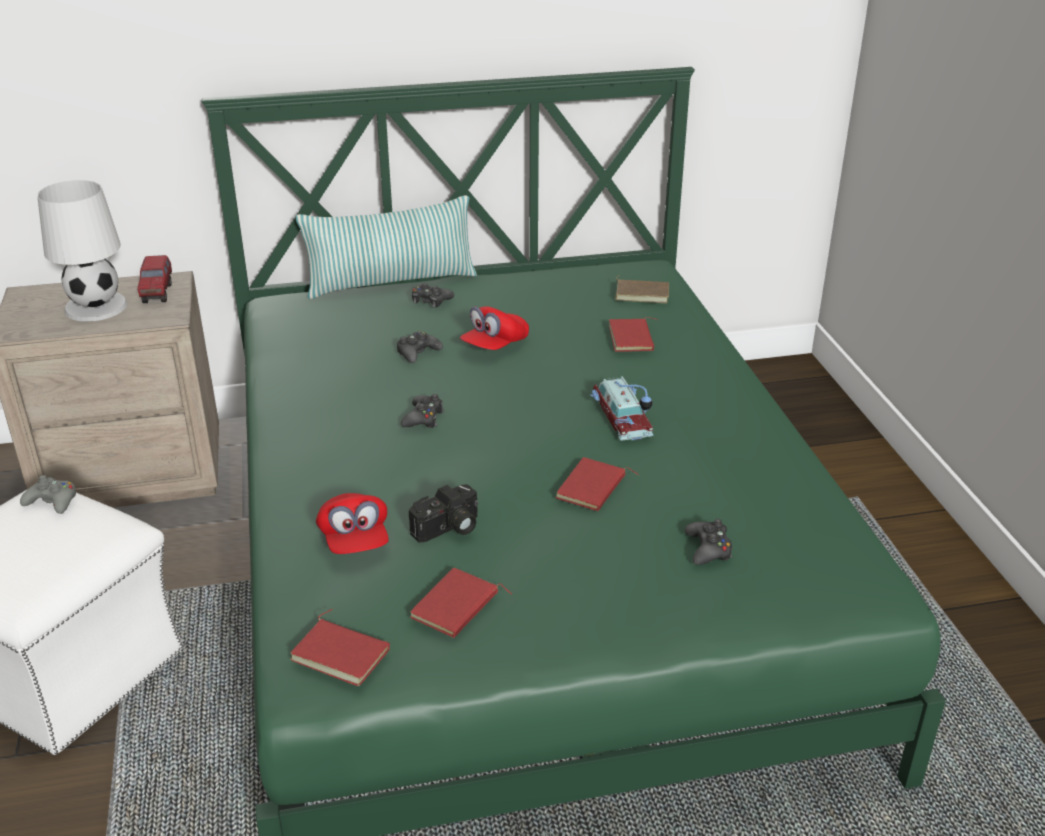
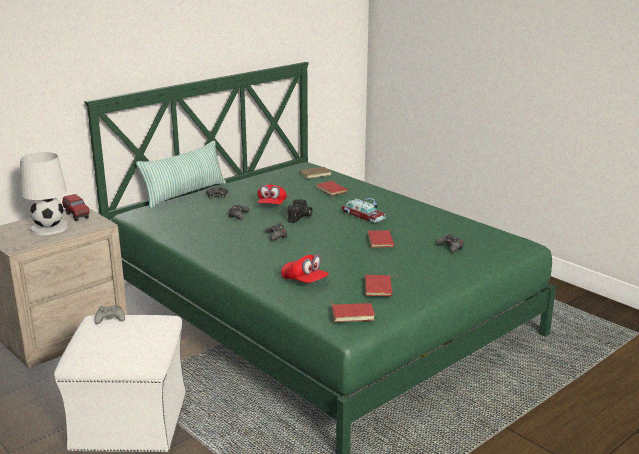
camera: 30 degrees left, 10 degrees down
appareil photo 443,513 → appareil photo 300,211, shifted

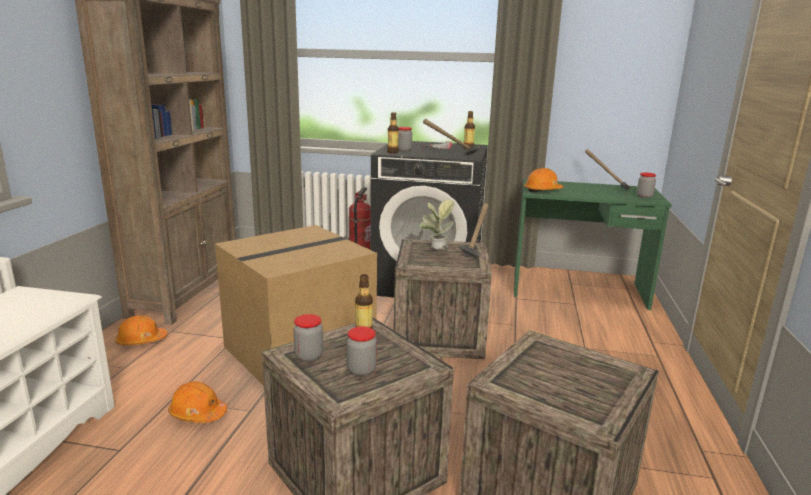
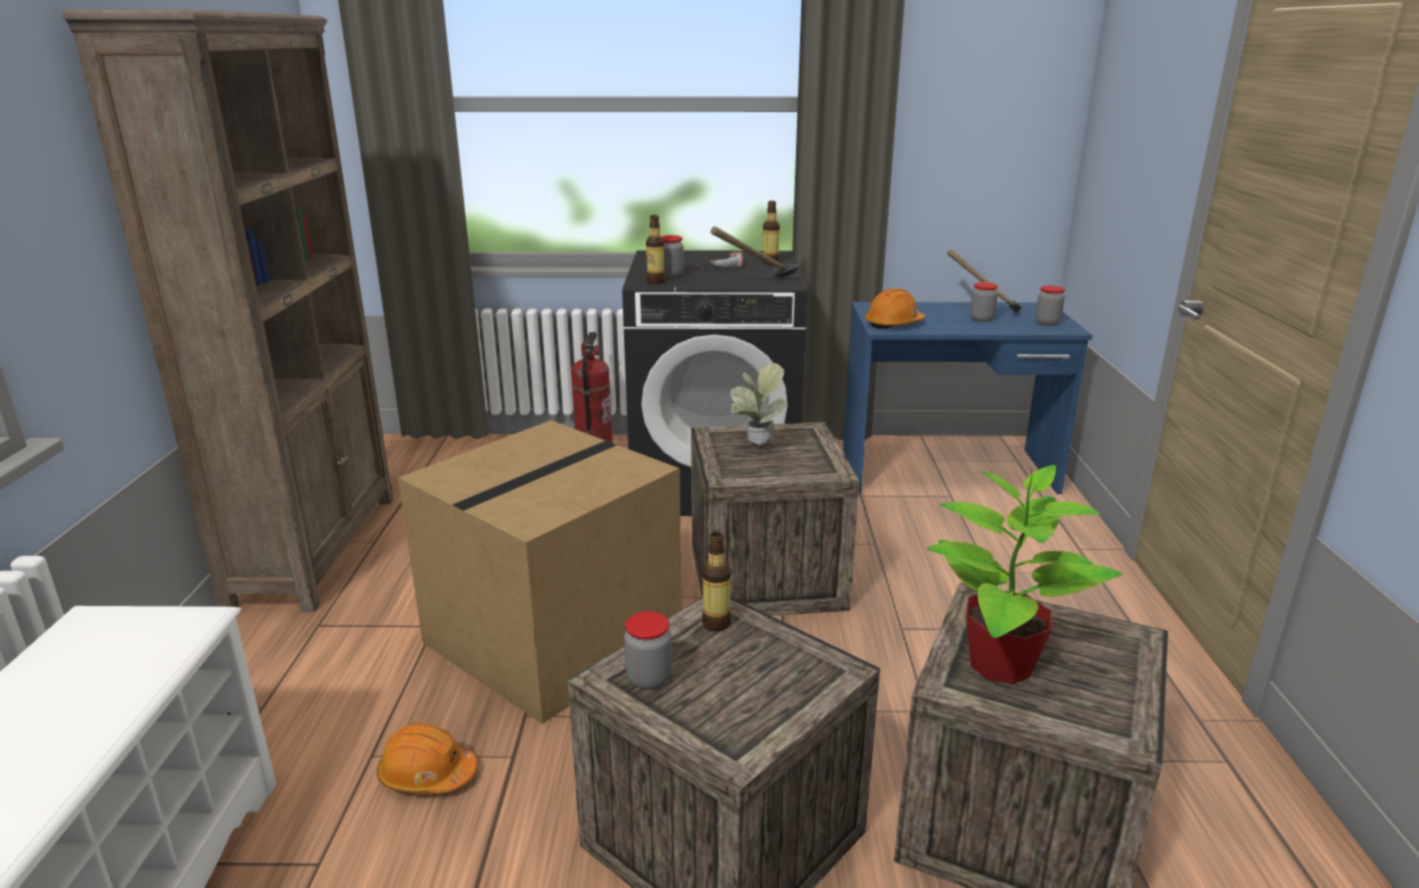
camera: 10 degrees left, 5 degrees up
bureau/vert 593,244 → bureau/bleu 968,398
- → plante en pot 1024,574
bocal 362,351 → bocal 984,302, shifted
casque de chantier/orange 141,330 → -
marteau 473,231 → -

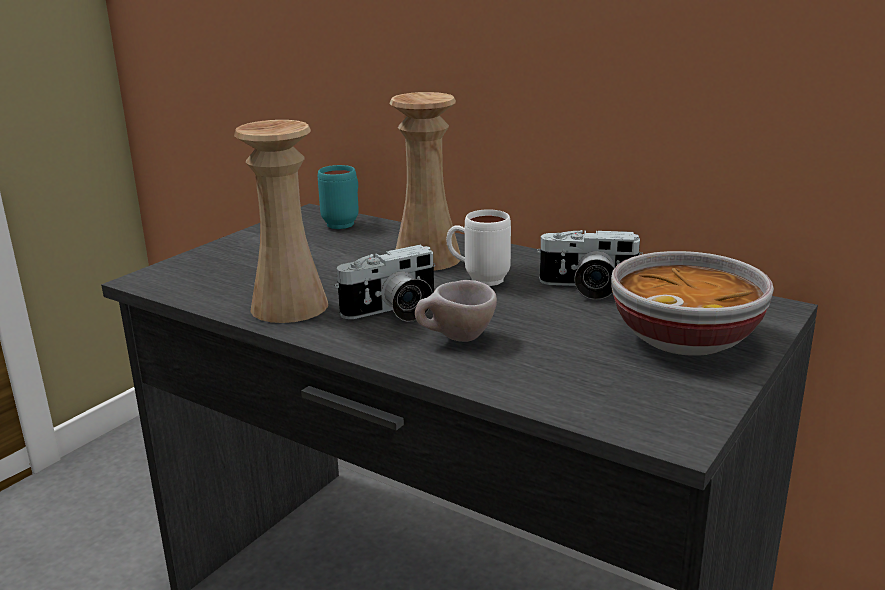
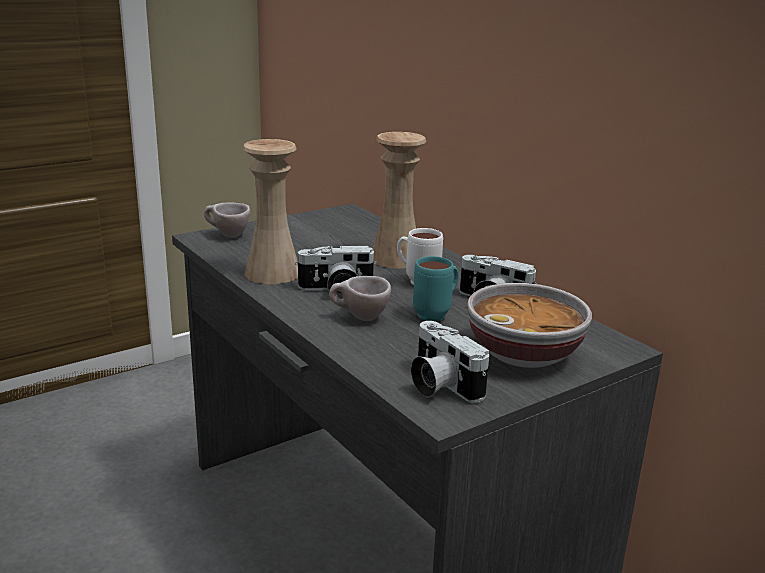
camera: 20 degrees right, 0 degrees up
- → tasse/beige 227,220
- → appareil photo 450,362
mug/turquoise 338,197 → mug/turquoise 436,288, shifted

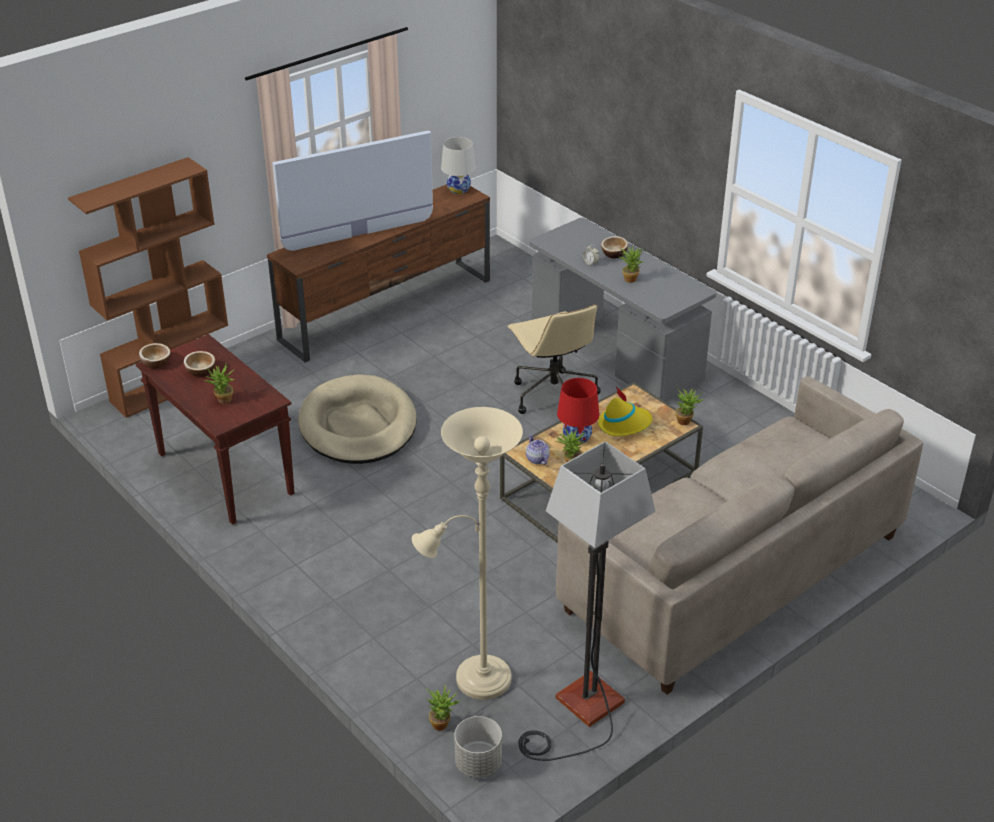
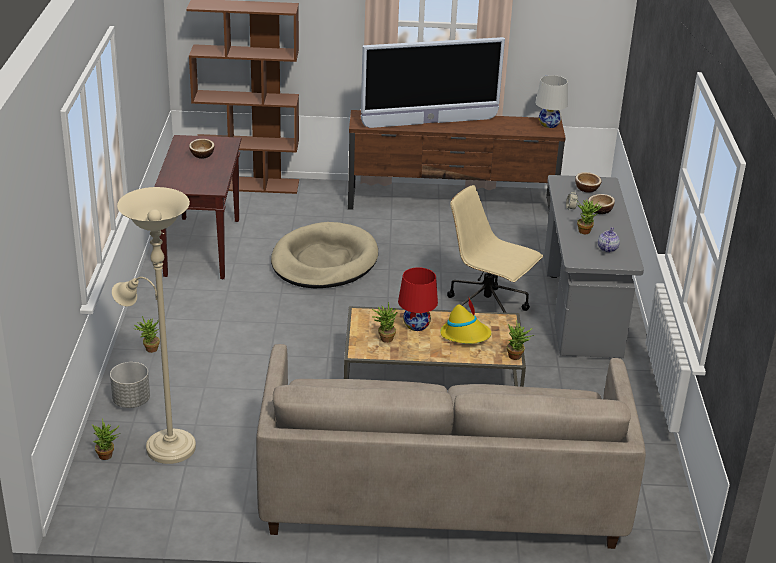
camera: 40 degrees right, 5 degrees down
cache-pot/gris 478,747 → cache-pot/gris 130,385, shifted
plante en pot 220,383 → plante en pot 147,334, shifted
téléviseur 352,191 → téléviseur 433,82, 150 degrees clockwise
chaise de bureau/beige 554,359 → chaise de bureau/beige 495,249, 105 degrees clockwise
bol 155,355 → bol 588,182, shifted
théière 538,449 → théière 609,239, shifted
lampadaire 587,601 → -

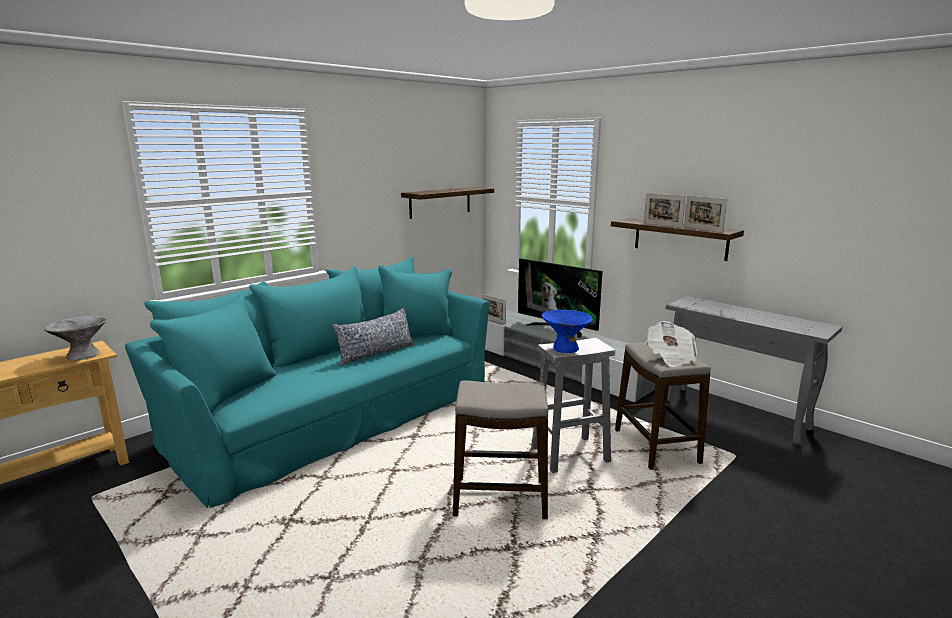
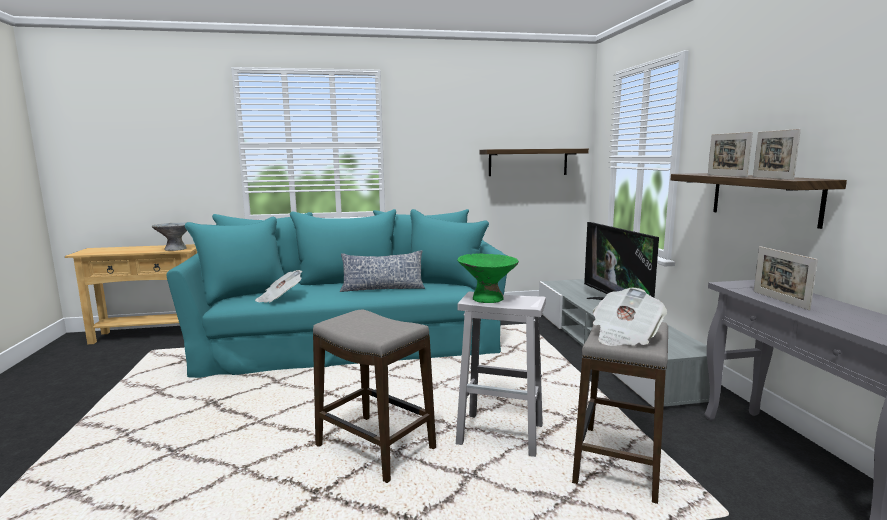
camera: 35 degrees right, 5 degrees down
- → journal 278,286
bol/bleu 567,331 → bol/vert 488,278
cadre photo 493,309 → cadre photo 786,278, shifted

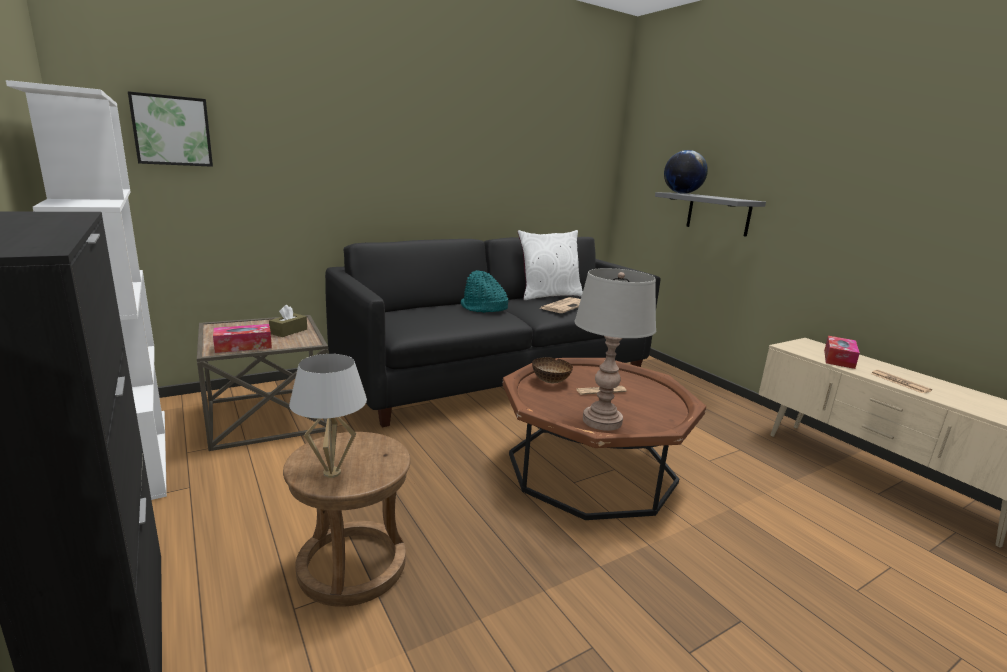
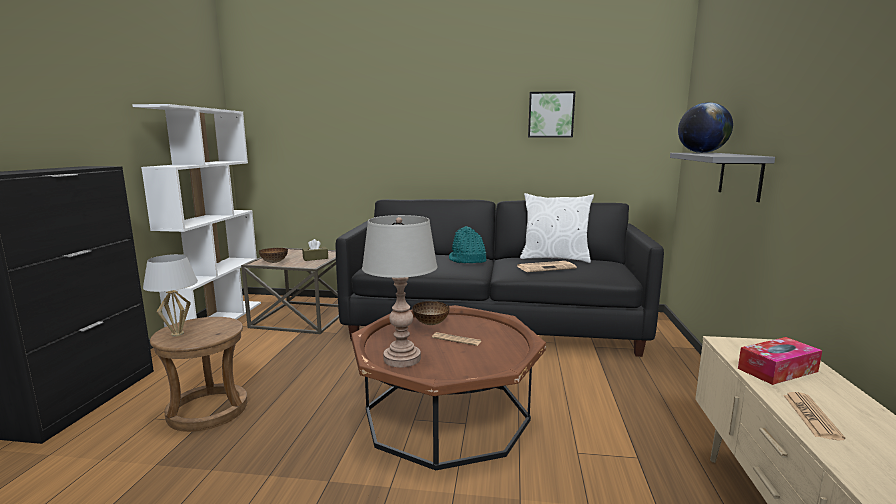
camera: 40 degrees right, 5 degrees down
boîte à mouchoirs 242,338 → bol 273,255
tableau 170,129 → tableau 551,114, shifted

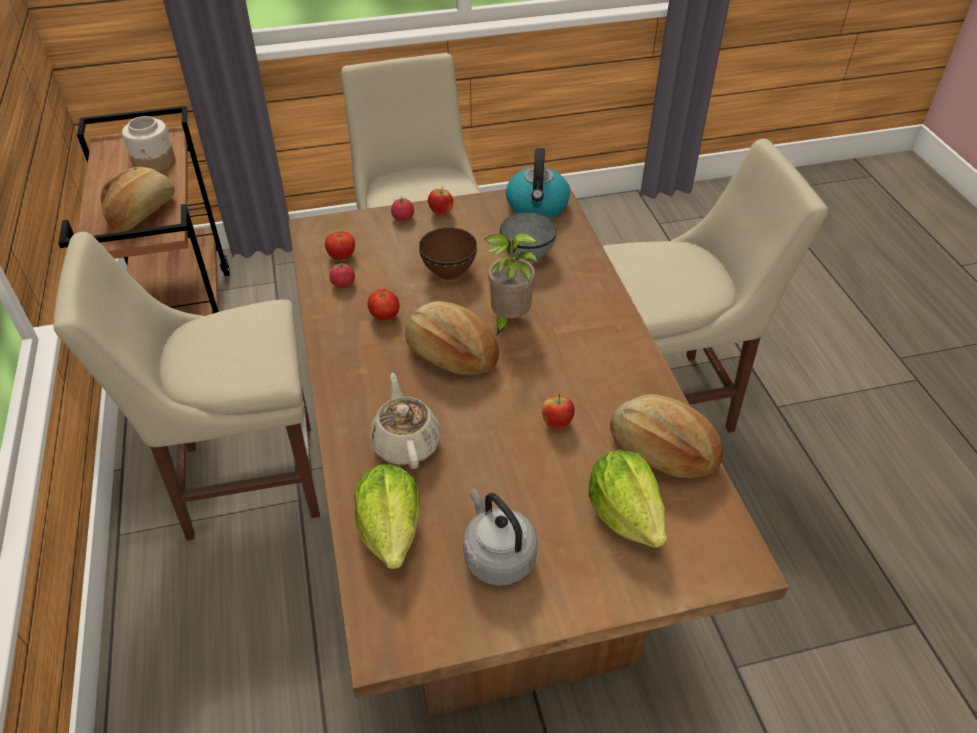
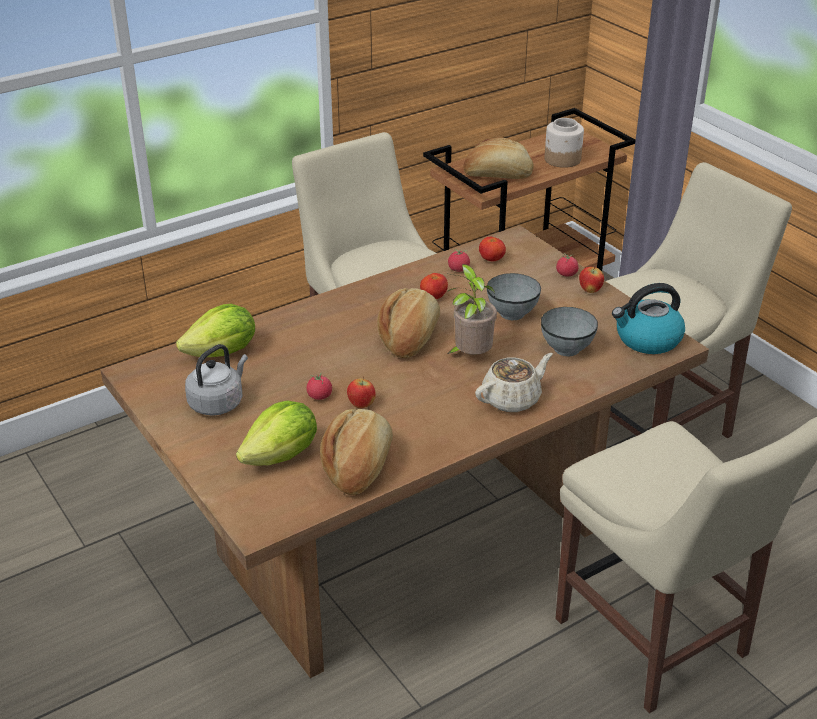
camera: 70 degrees right, 10 degrees down
- → tomate 319,386
théière/beige 405,421 → théière/beige 514,382, shifted
bol/marron 448,253 → bol/gris 514,296

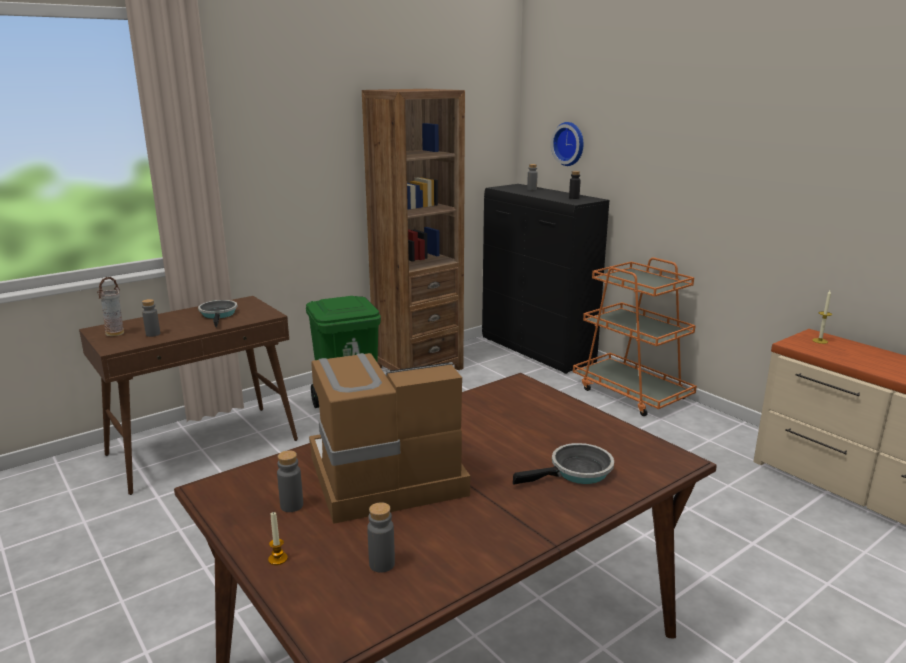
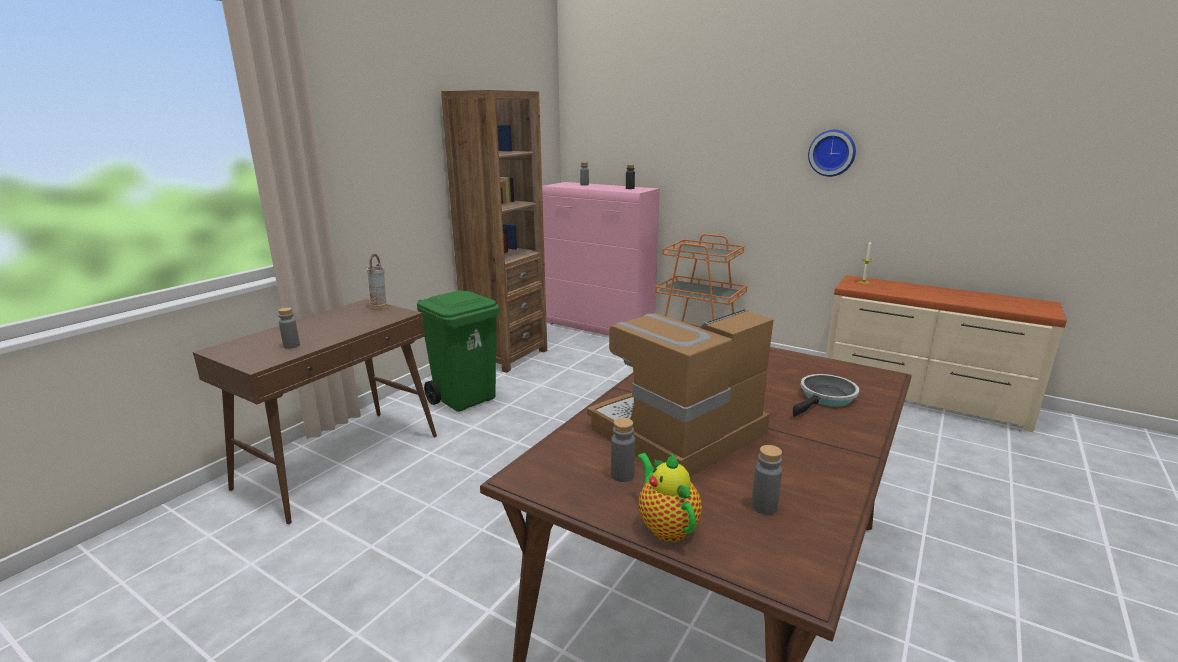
camera: 20 degrees left, 0 degrees up
vase 110,306 → vase 377,281, shifted
meuble de rangement/noir 545,279 → meuble de rangement/rose 601,259
bougie 278,538 → théière 669,497
horloge murale 567,144 → horloge murale 832,153, shifted
poêle 217,313 → -

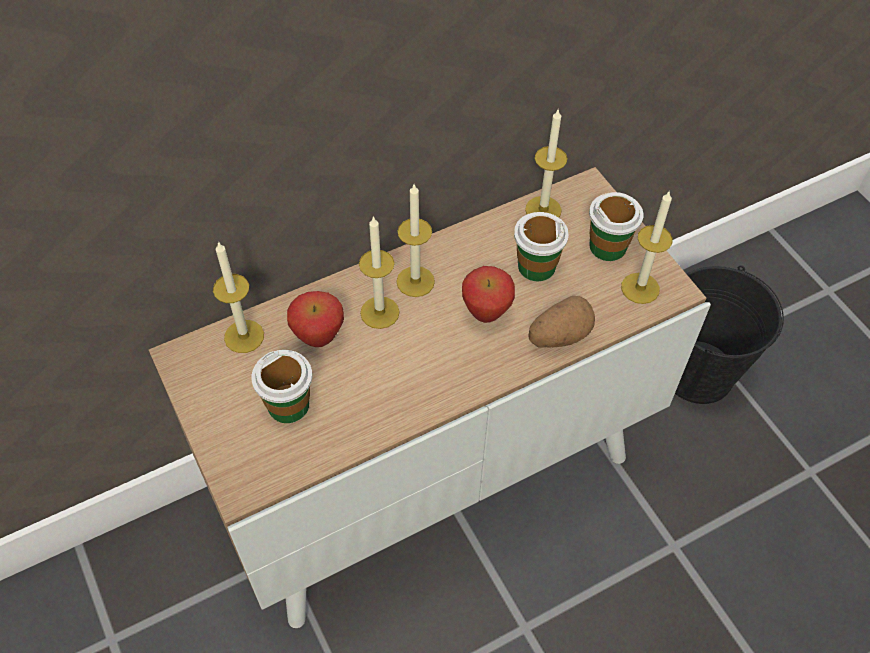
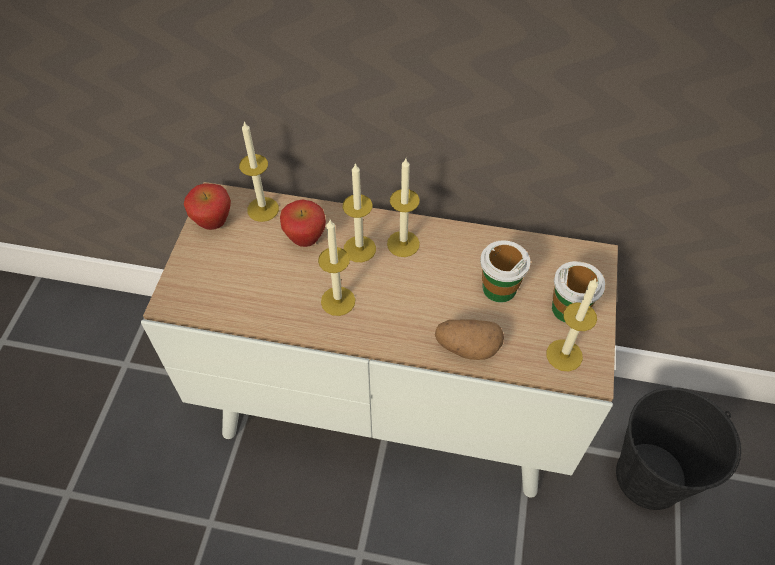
camera: 40 degrees right, 0 degrees up
pomme 488,294 → pomme 207,207, shifted
bougie 546,164 → bougie 336,268, shifted
tasse 281,386 → -

